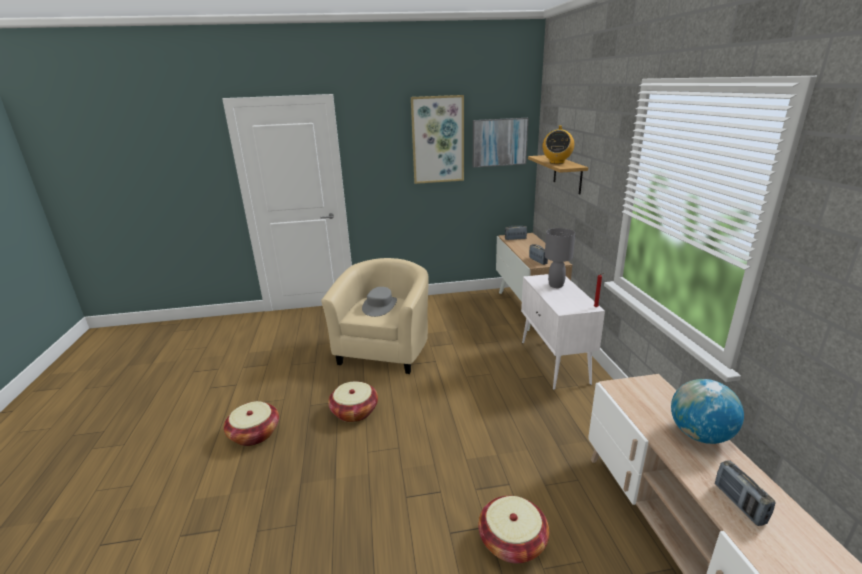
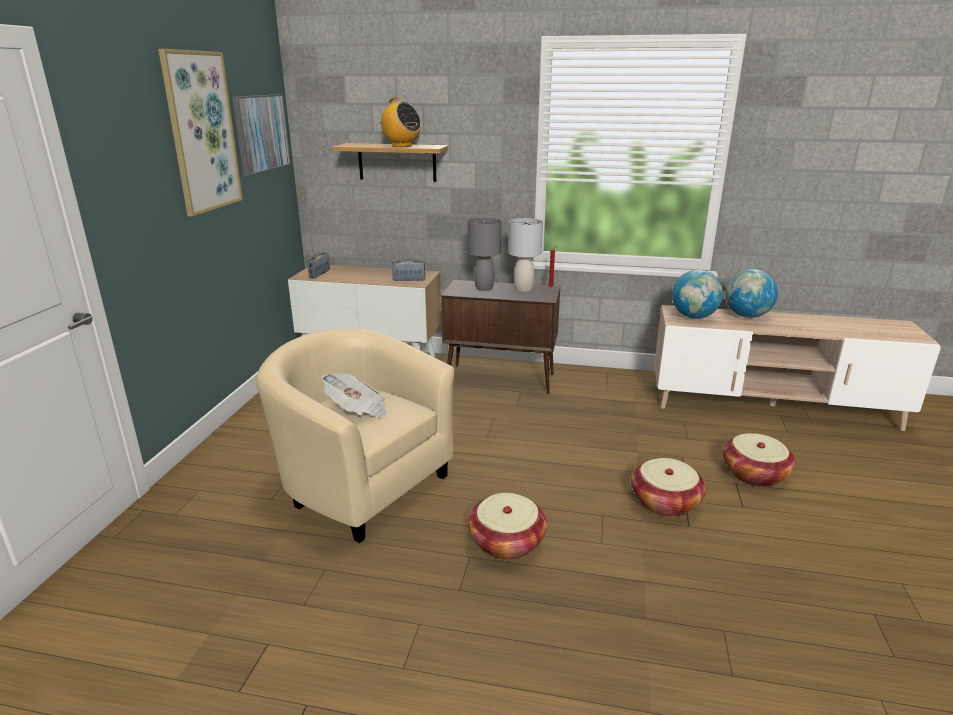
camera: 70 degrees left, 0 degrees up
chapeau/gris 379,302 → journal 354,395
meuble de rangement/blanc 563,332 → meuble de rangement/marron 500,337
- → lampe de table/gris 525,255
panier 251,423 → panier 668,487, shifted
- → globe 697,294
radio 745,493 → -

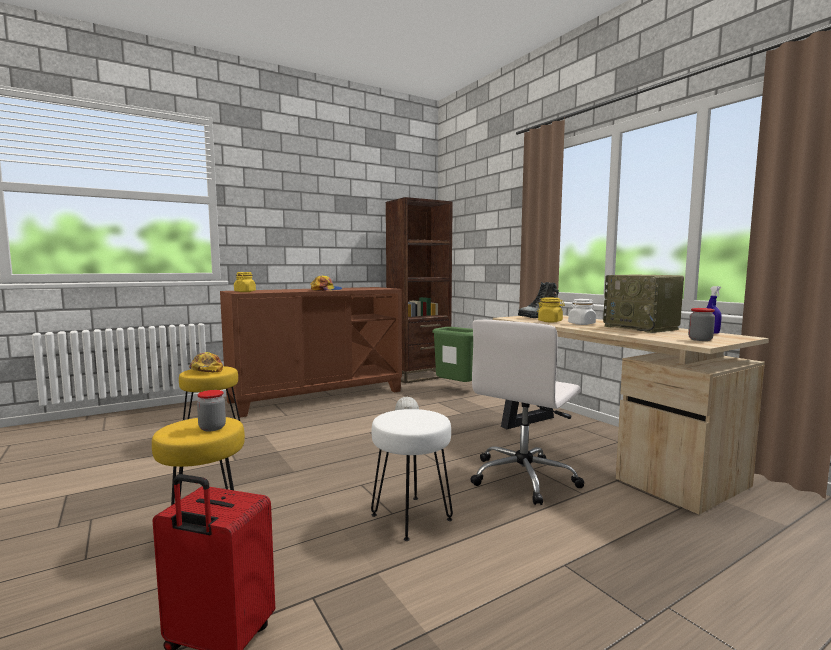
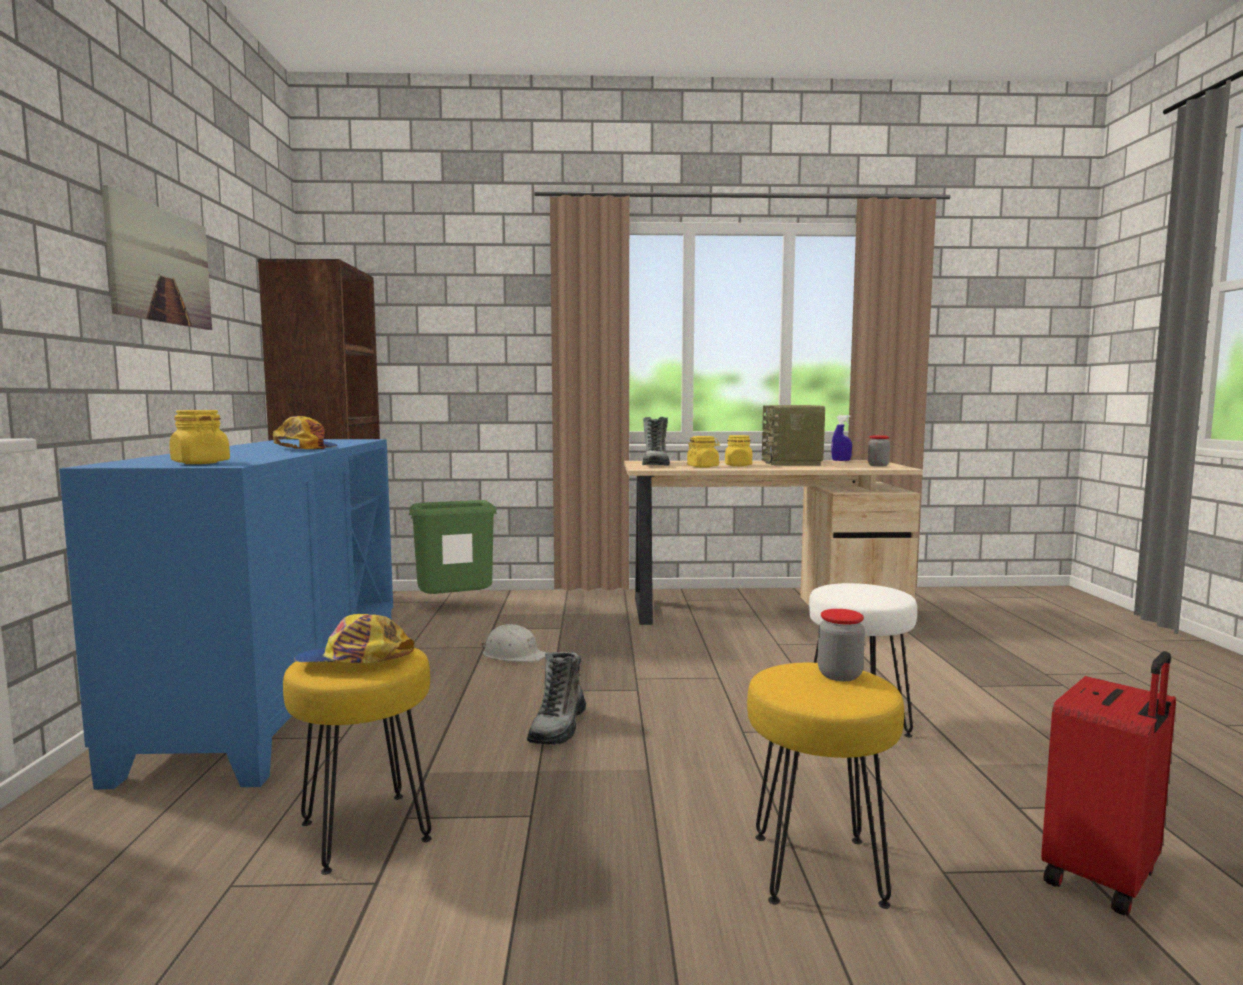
camera: 60 degrees left, 0 degrees up
meuble de rangement/marron 311,352 → meuble de rangement/bleu 226,614
- → tableau 157,257
- → botte 556,698
bocal/blanc 582,312 → bocal/jaune 738,450
radio 643,304 → radio 793,435, 90 degrees clockwise
chaise de bureau/blanc 527,412 → -

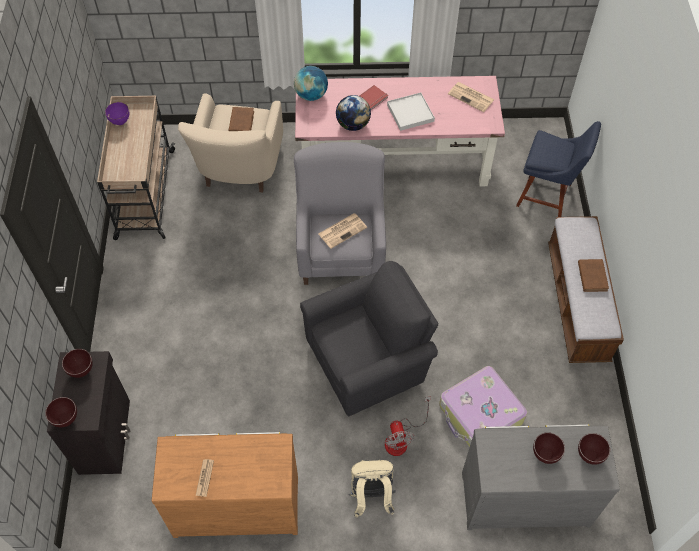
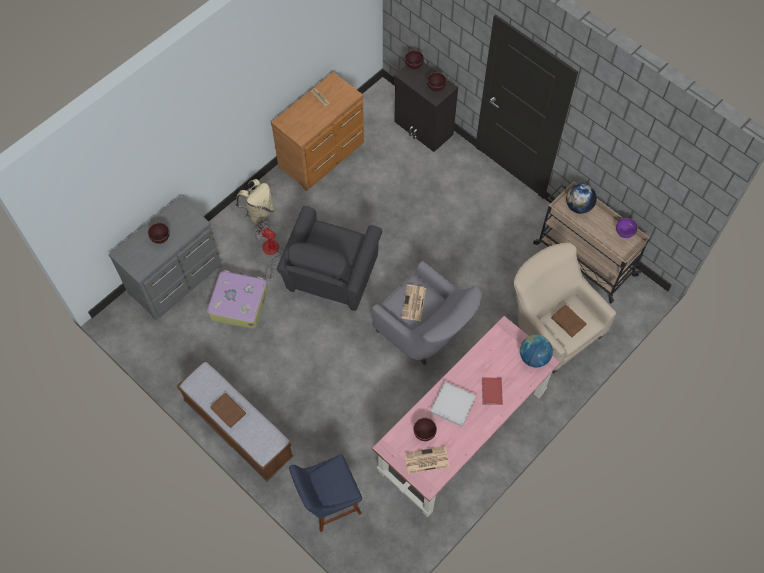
camera: 135 degrees right, 5 degrees up
bol/marron 594,449 → bol/marron 425,429, shifted
globe 353,113 → globe 581,199, shifted

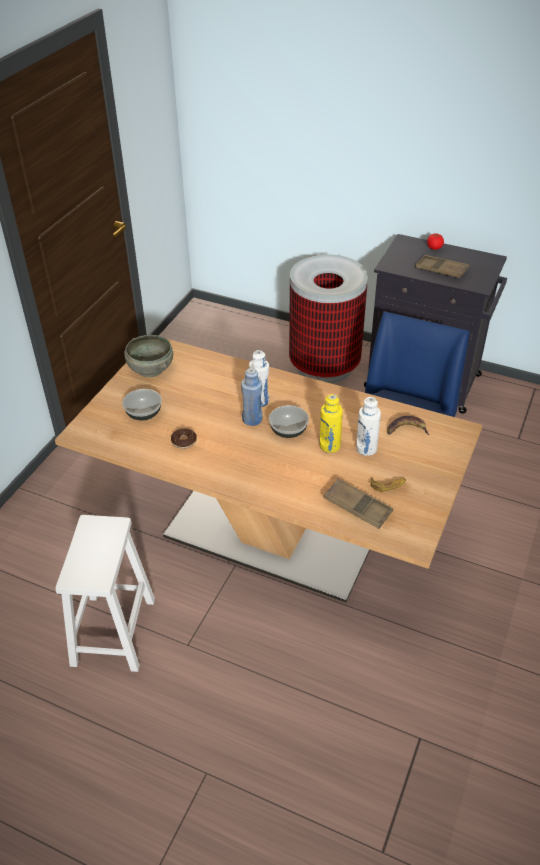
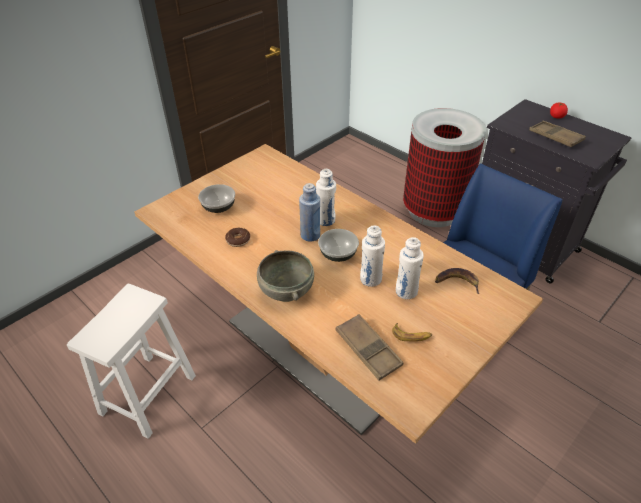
camera: 20 degrees right, 0 degrees up
bol/gris 148,356 → bol/gris 285,276, shifted
bouteille/jaune 331,423 → bouteille/blanc 372,256

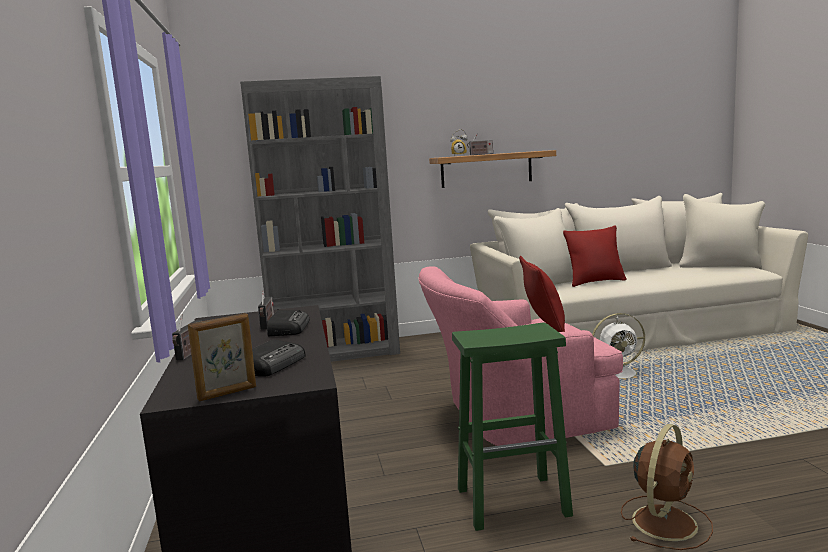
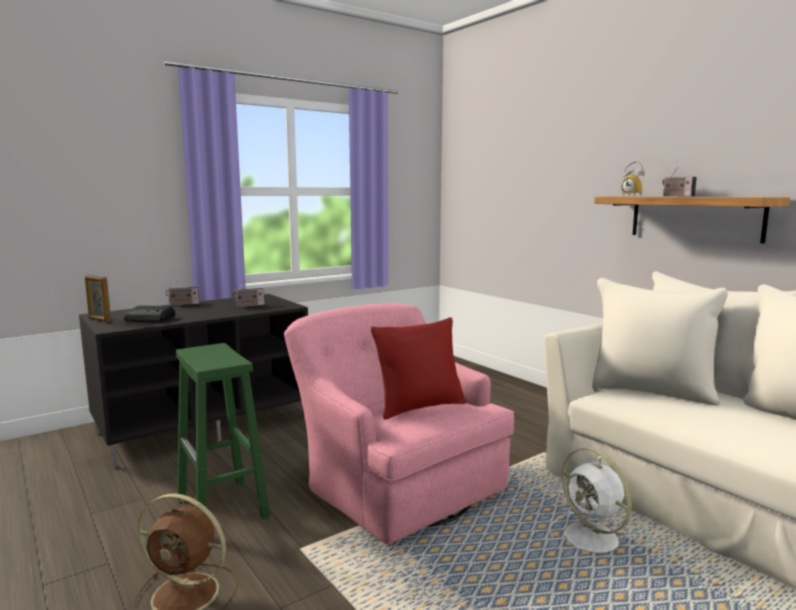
camera: 65 degrees right, 0 degrees up
bibliothèque/gris 320,219 → -
radio 288,323 → -
coussin/rouge 595,256 → -

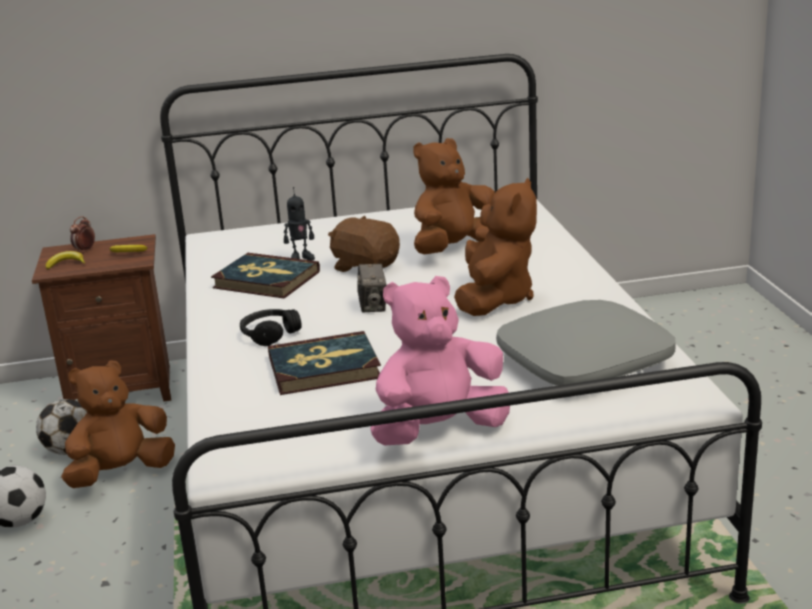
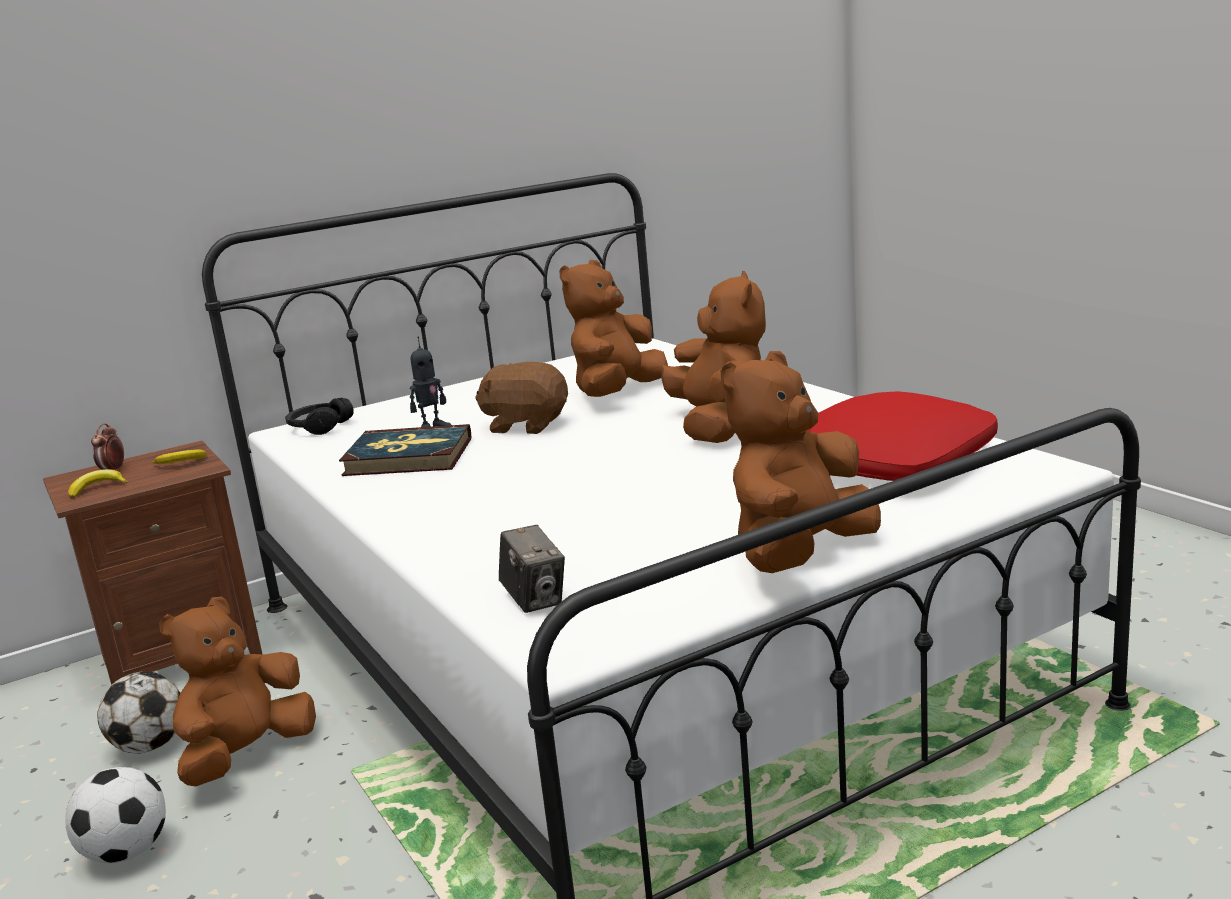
camera: 20 degrees left, 5 degrees down
casque audio/noir 271,327 → casque audio/noir 319,416, shifted
appareil photo 372,288 → appareil photo 532,569, shifted
peluche/rose 440,361 → peluche/marron 801,462
coussin/gris 586,343 → coussin/rouge 902,436
livre 324,363 → -

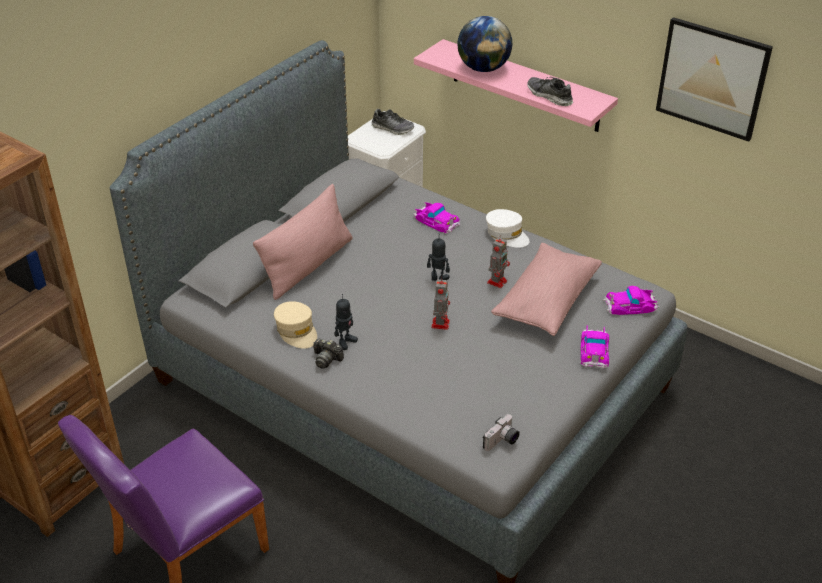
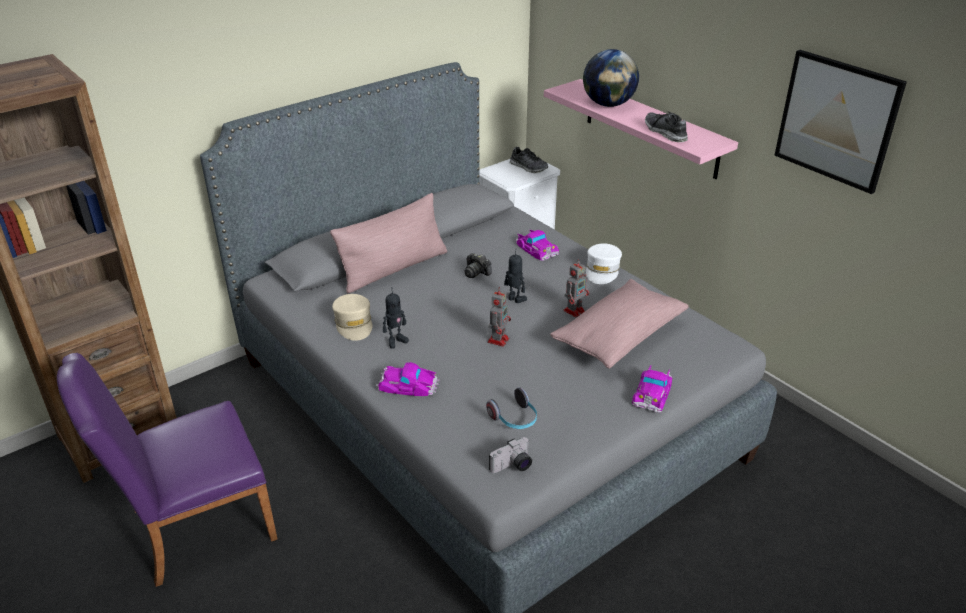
camera: 15 degrees right, 5 degrees down
petite voiture 631,300 → petite voiture 408,379, shifted
appareil photo 328,354 → appareil photo 478,265, shifted
- → casque audio 511,408
casquette/blanc 507,228 → casquette/blanc 604,263, 45 degrees clockwise

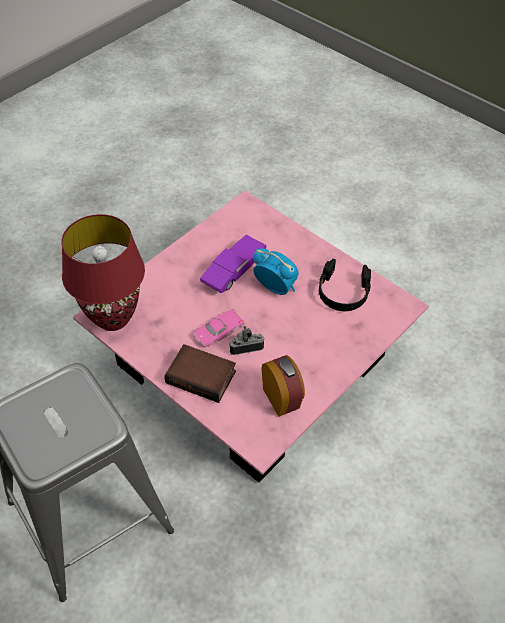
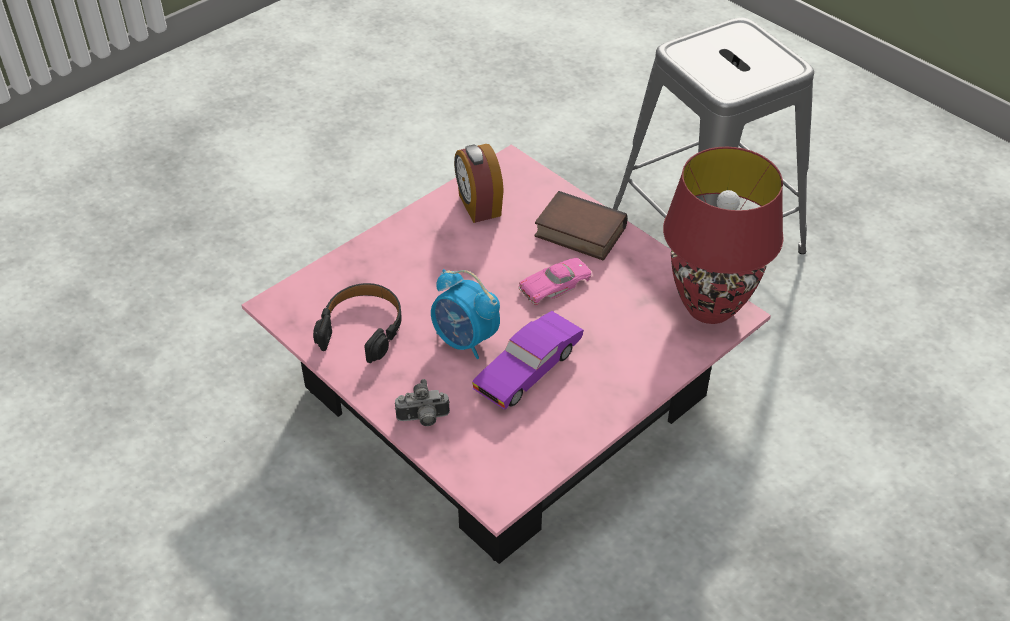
camera: 175 degrees left, 5 degrees down
appareil photo 246,340 → appareil photo 422,402, shifted

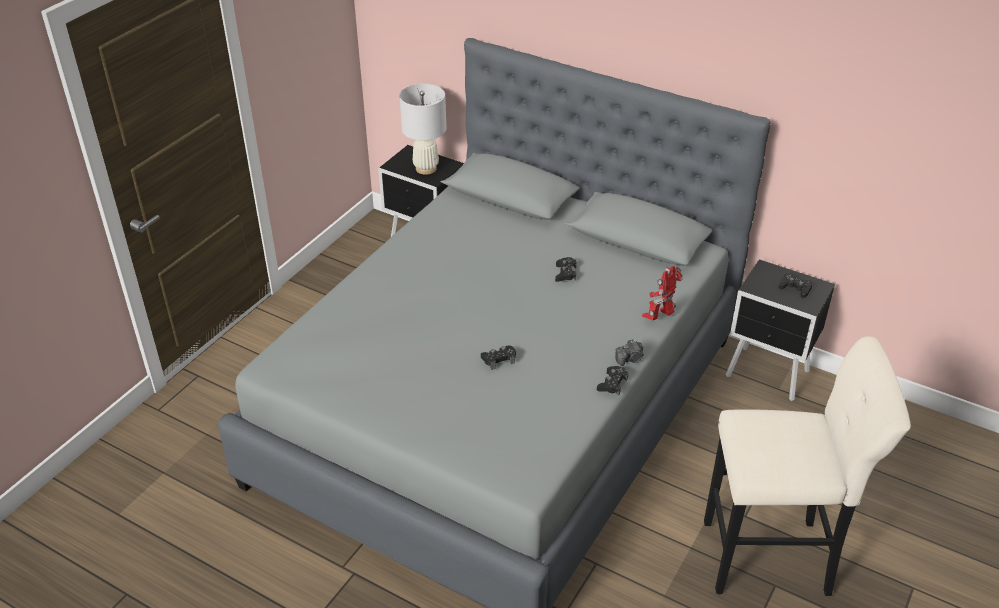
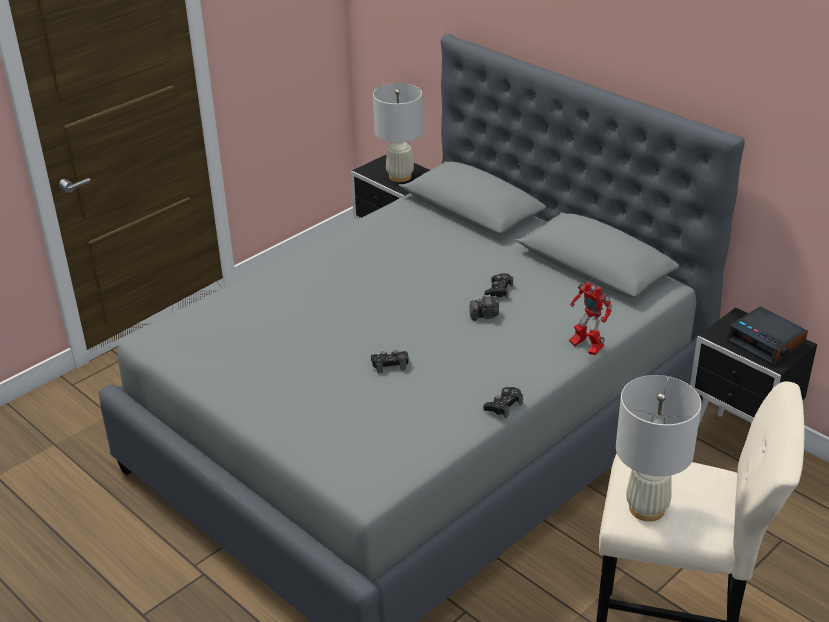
camera: 15 degrees right, 5 degrees down
appareil photo 629,353 → appareil photo 484,308, shifted
robot jouet 662,293 → robot jouet 590,318, 105 degrees counterclockwise
- → lampe de table/blanc 659,448
manette/noir 795,285 → réveil 767,335

